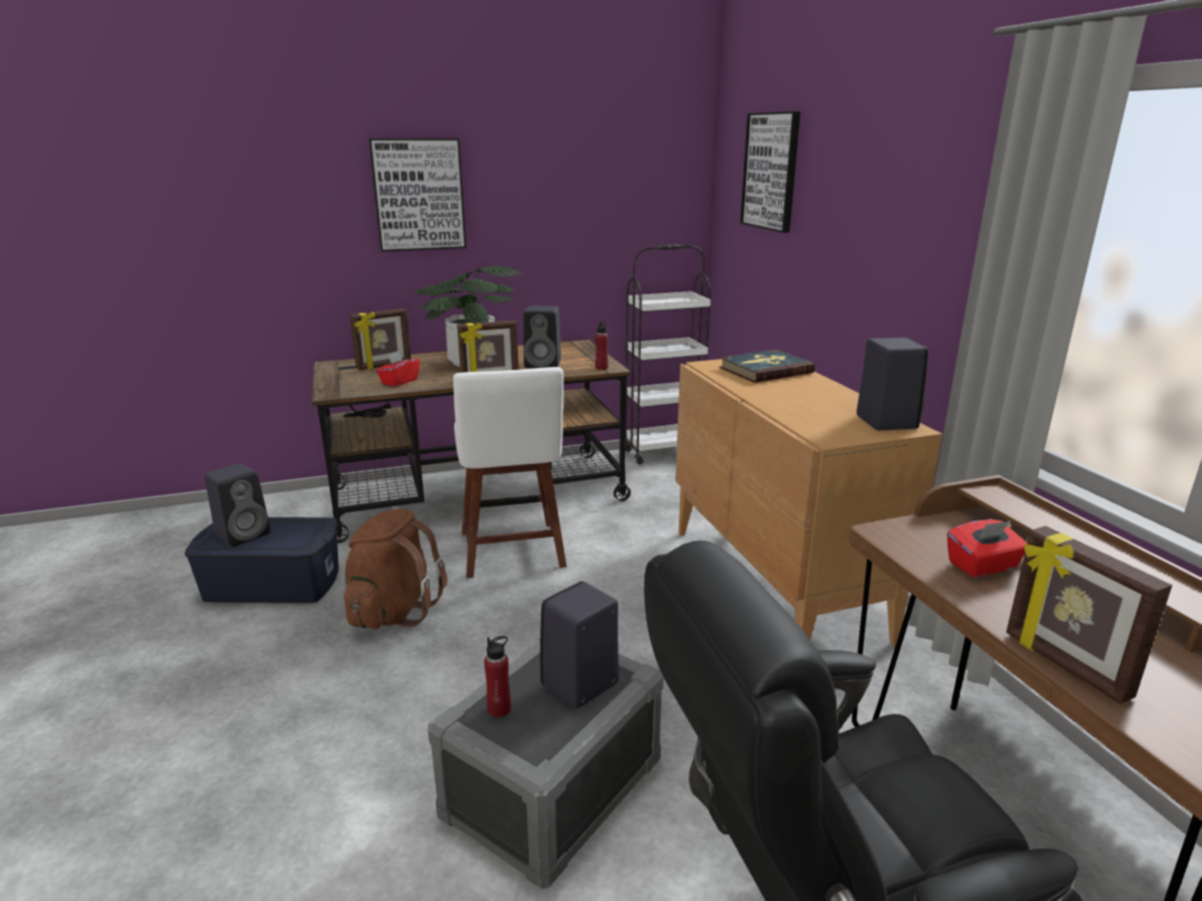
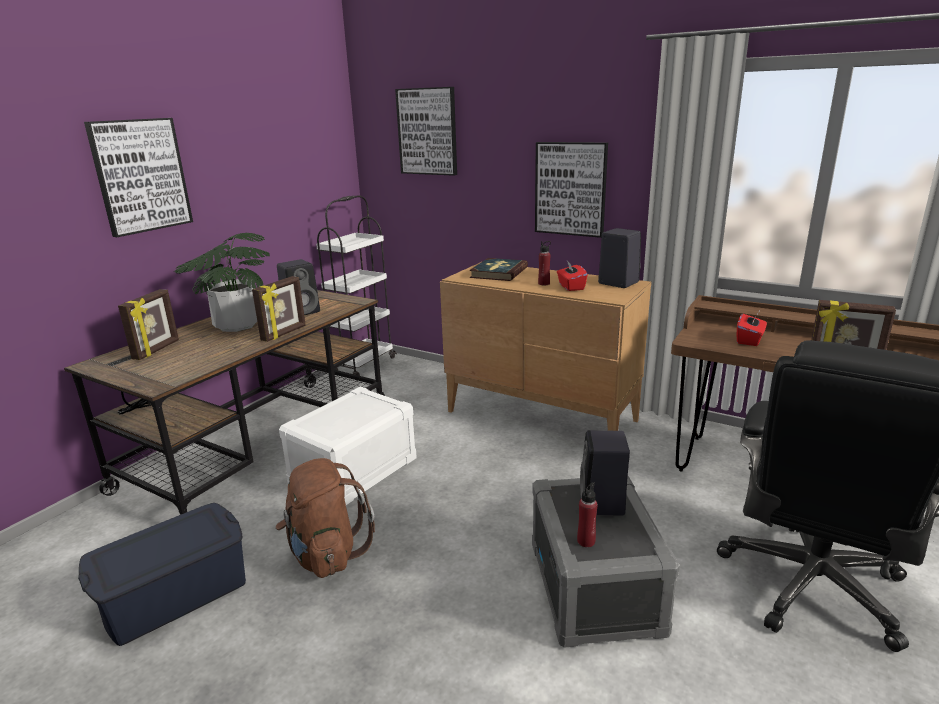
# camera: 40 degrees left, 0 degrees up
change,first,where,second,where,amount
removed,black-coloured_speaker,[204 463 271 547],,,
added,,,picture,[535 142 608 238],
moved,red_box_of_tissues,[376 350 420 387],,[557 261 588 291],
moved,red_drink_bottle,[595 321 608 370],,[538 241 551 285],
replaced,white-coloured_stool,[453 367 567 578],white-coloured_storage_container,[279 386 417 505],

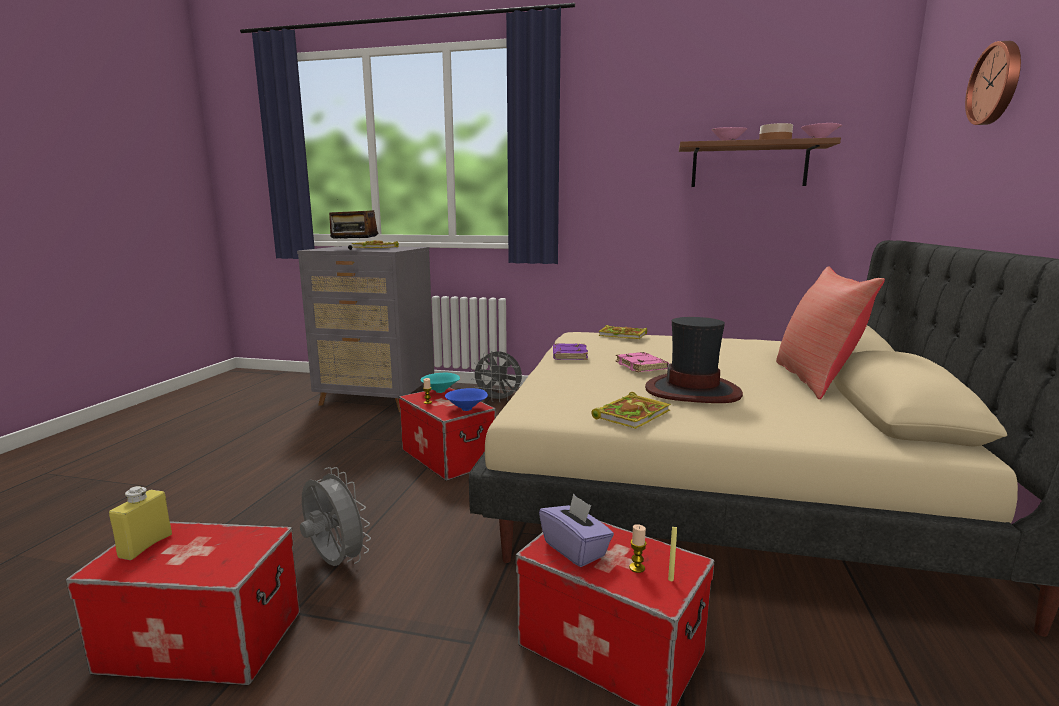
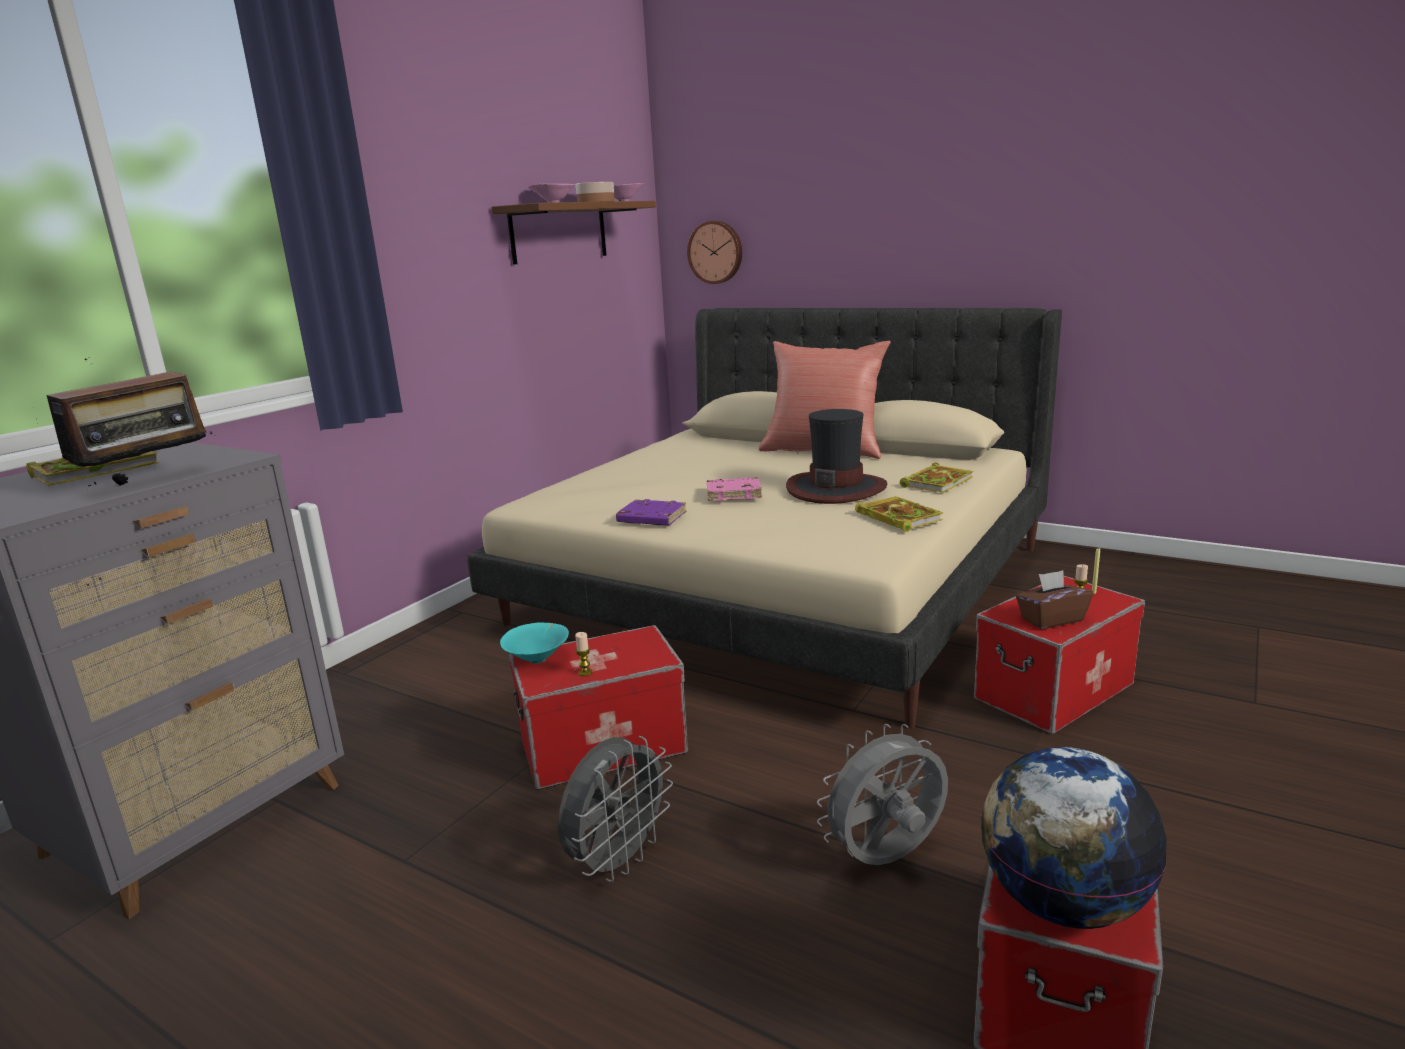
# camera: 70 degrees left, 5 degrees up
change,first,where,second,where,amount
removed,blue-coloured_bowl,[445 388 488 411],,,
moved,greyish_fan,[471 351 522 402],,[558 736 673 882],
moved,bound_book,[598 325 647 339],,[900 463 974 493],
moved,clock_on_the_wall,[965 41 1021 125],,[687 221 742 284],
replaced,yellow-coloured_drink_bottle,[109 486 172 560],desk_globe,[981 747 1167 929],
recoloured,purple_box_of_tissues,[539 494 614 567],brownish_box_of_tissues,[1016 570 1093 629],

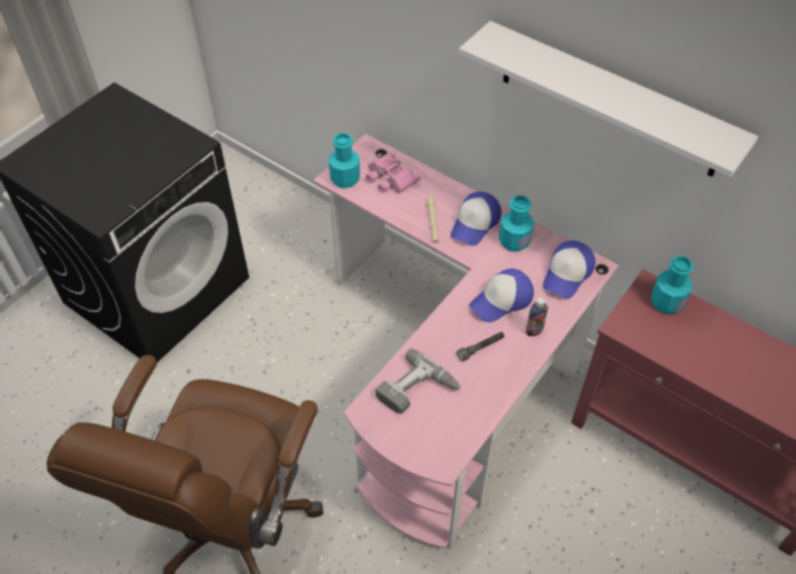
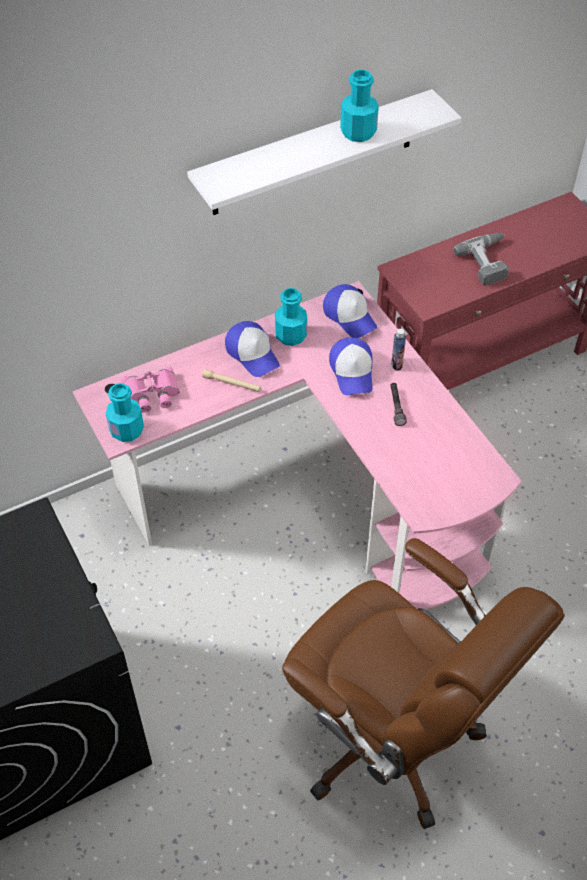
# camera: 65 degrees left, 0 degrees up
change,first,where,second,where,amount
moved,power_drill,[376 348 461 414],,[453 233 509 285],
moved,turquoise-coloured_drink_bottle,[651 256 694 313],,[340 69 379 142],

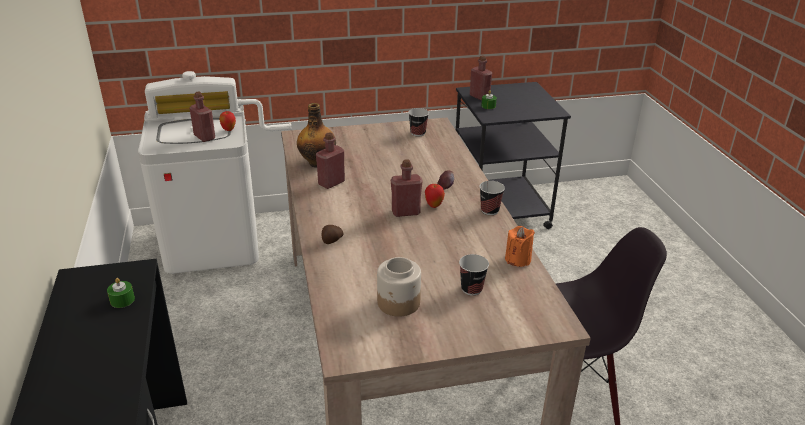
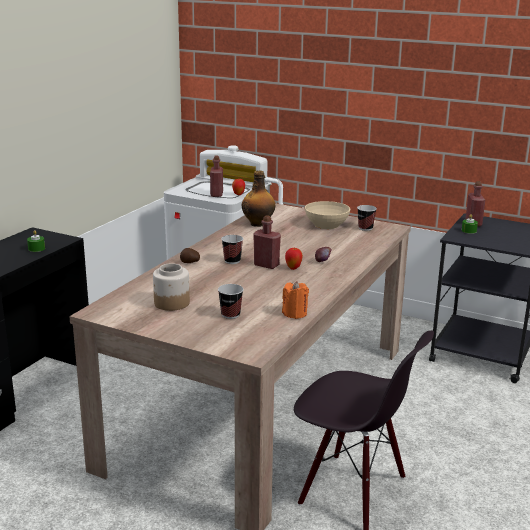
# camera: 40 degrees right, 10 degrees down
change,first,where,second,where,amount
removed,red_drink_bottle,[316 132 345 189],,,
added,,,beige-coloured_bowl,[305 201 350 229],
moved,drinking_cup,[479 181 505 215],,[221 235 243 264],

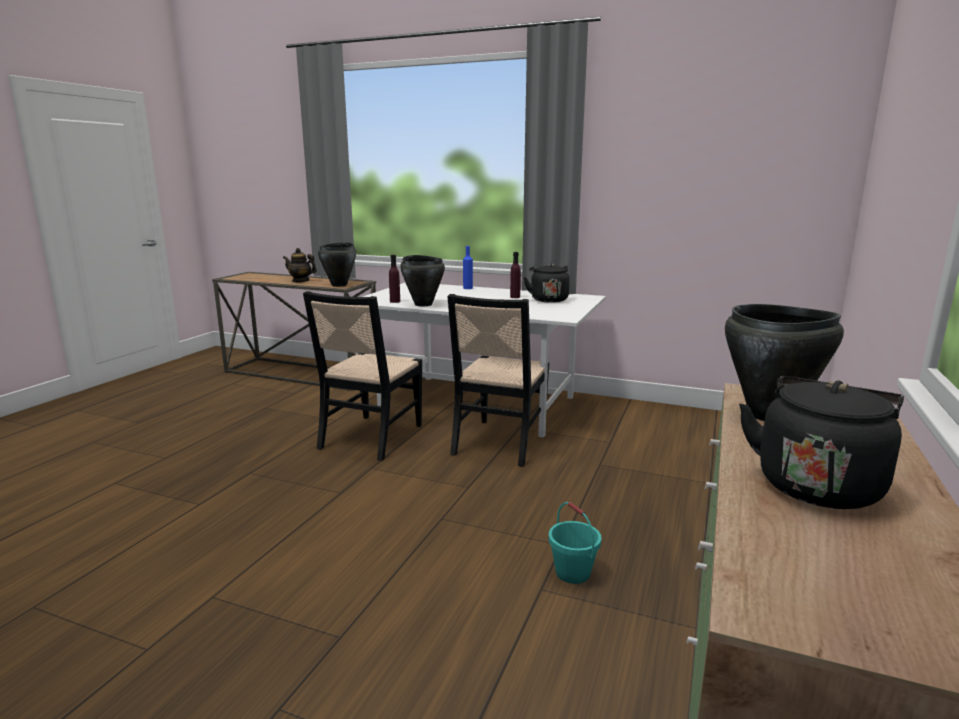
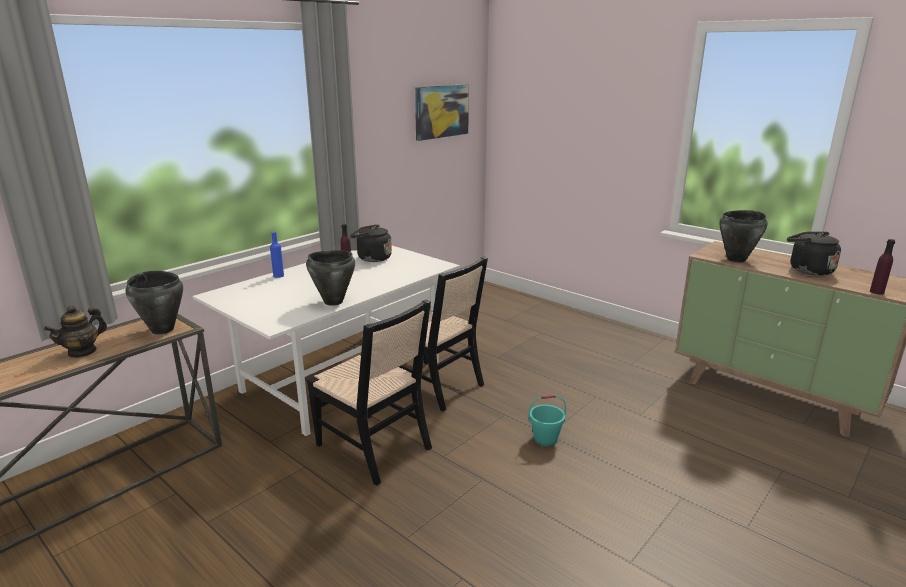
# camera: 70 degrees left, 5 degrees up
change,first,where,second,where,amount
added,,,picture,[415 84 469 141],
moved,purple_drink_bottle,[389 255 400 303],,[870 239 895 295],
moved,turquoise-coloured_bucket,[549 502 601 584],,[528 395 566 446],

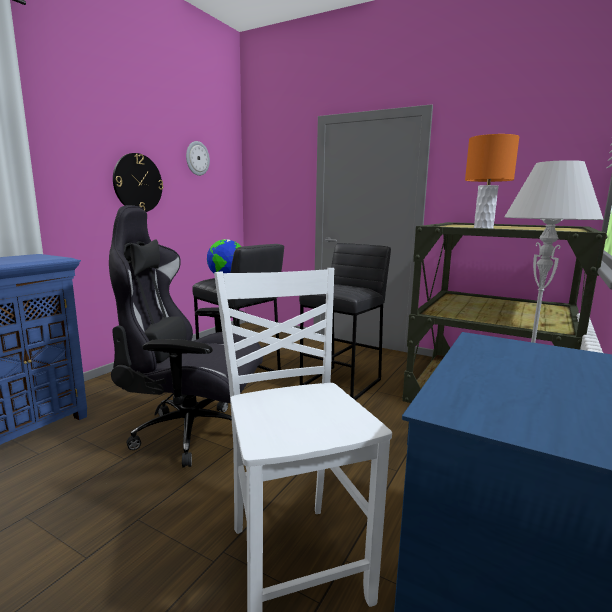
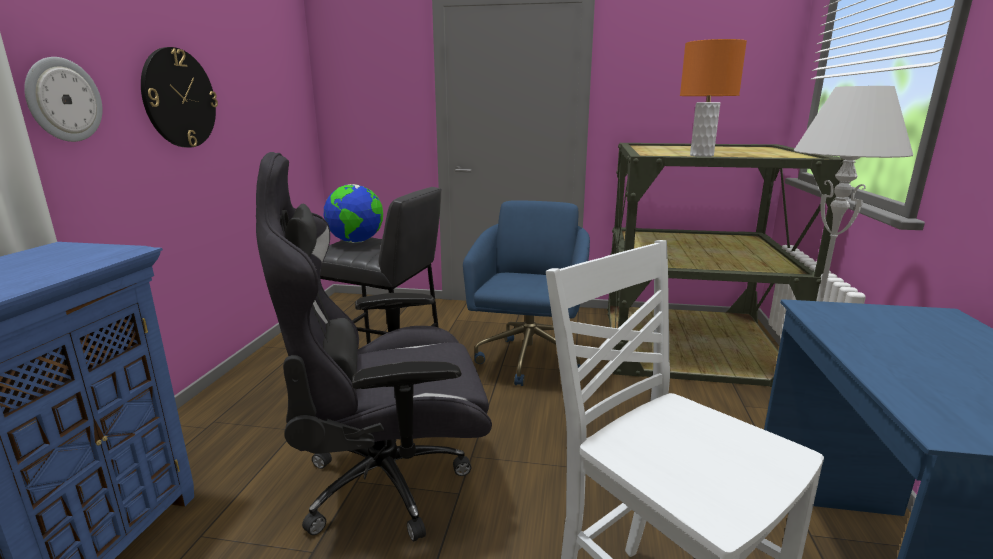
# camera: 20 degrees left, 5 degrees up
change,first,where,second,where,amount
moved,clock_on_the_wall,[186 141 210 176],,[24 57 102 142],
replaced,greyish_stool,[299 243 391 400],blue-coloured_computer_chair,[463 200 590 386],

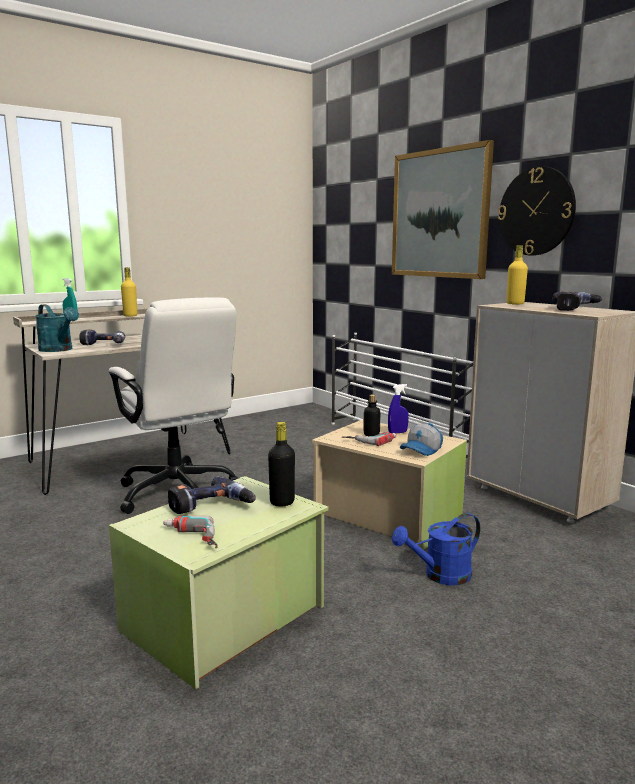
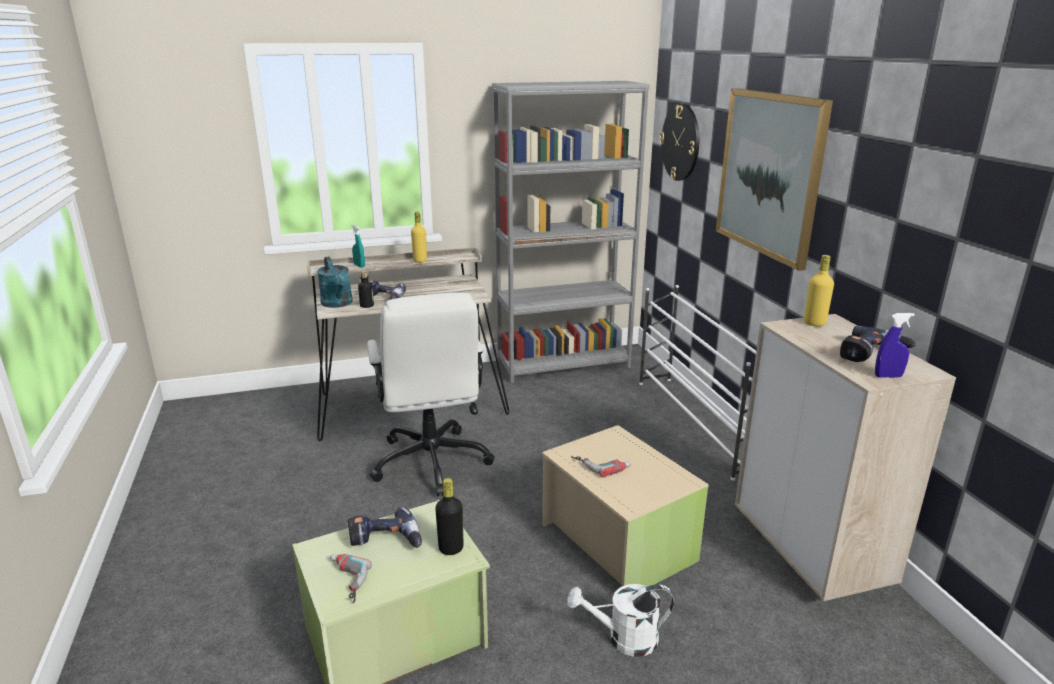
# camera: 20 degrees right, 10 degrees up
change,first,where,second,where,amount
removed,peaked_cap,[400 423 443 456],,,
added,,,greyish_bookshelf,[492 81 650 384],
moved,drink_bottle,[363 394 381 436],,[358 271 374 308],
moved,blue-coloured_spray_bottle,[388 384 409 433],,[875 313 915 378],
moved,clock_on_the_wall,[498 166 576 256],,[659 104 699 181],
recoloured,blue-coloured_watering_can,[392 513 480 585],white-coloured_watering_can,[567 584 674 657],

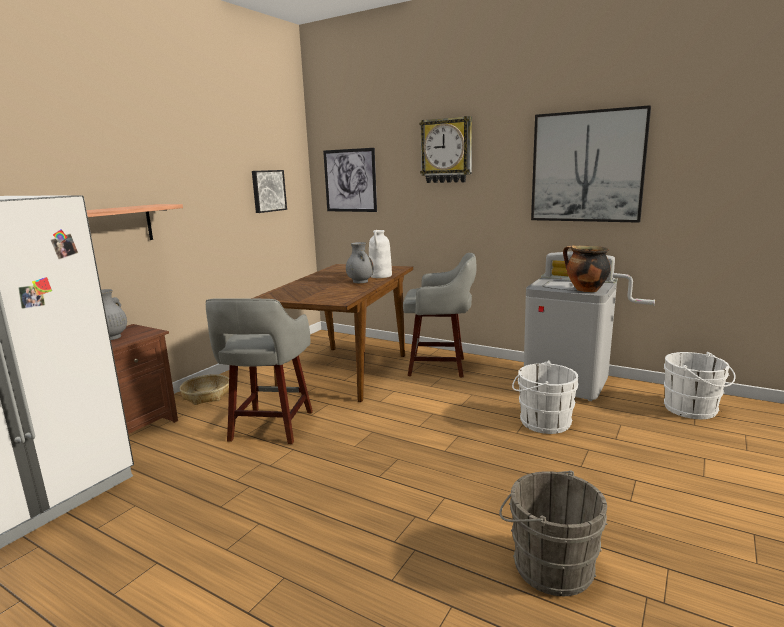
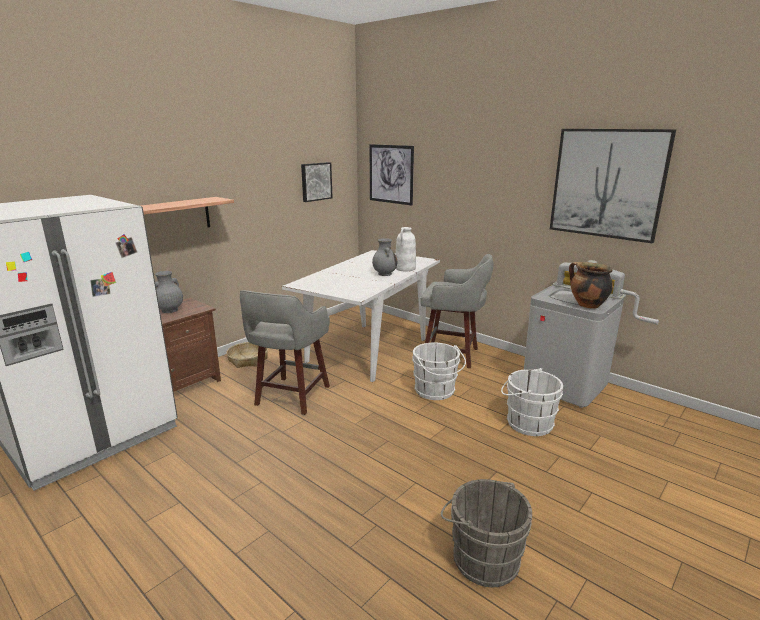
# camera: 10 degrees right, 5 degrees up
change,first,where,second,where,amount
removed,clock_on_the_wall,[419 116 472 183],,,
moved,white-coloured_bucket,[664 352 736 419],,[412 342 466 400],
recoloured,brownish_kitchen_table,[251 264 413 402],white-coloured_kitchen_table,[282 250 440 382],

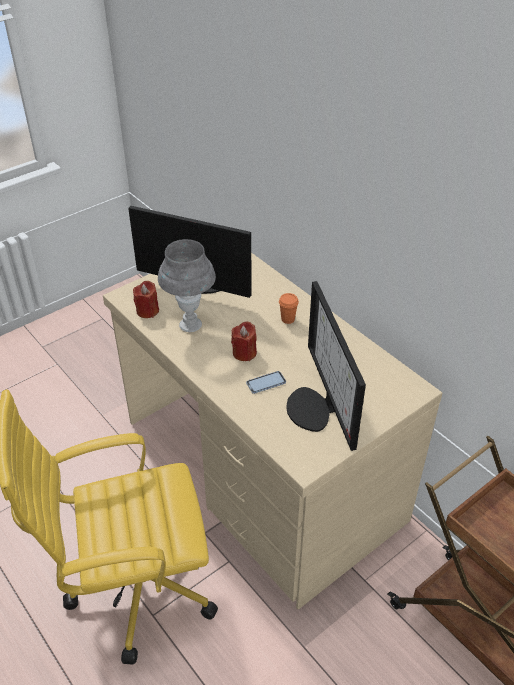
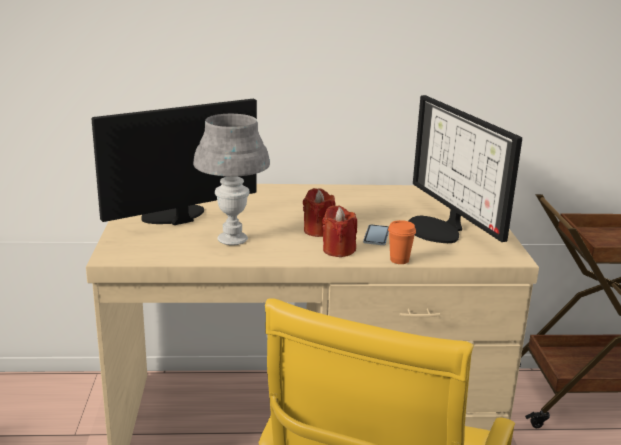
# camera: 55 degrees left, 20 degrees down
change,first,where,second,where,amount
moved,red_wax_candle,[133 281 159 318],,[322 205 357 257],
moved,orangey_drinking_cup,[279 293 299 324],,[388 220 416 264],
turned,monitor,[286 281 366 451],,[409 95 522 243],45 degrees clockwise

